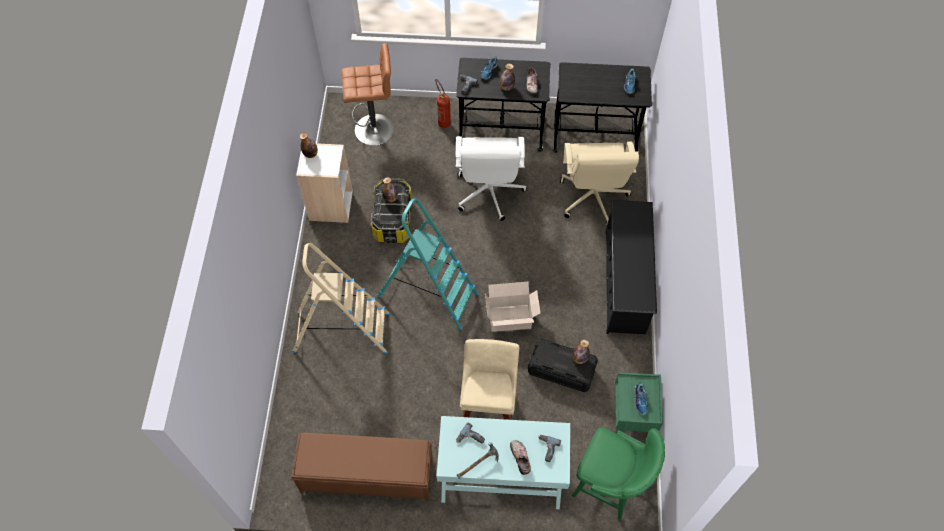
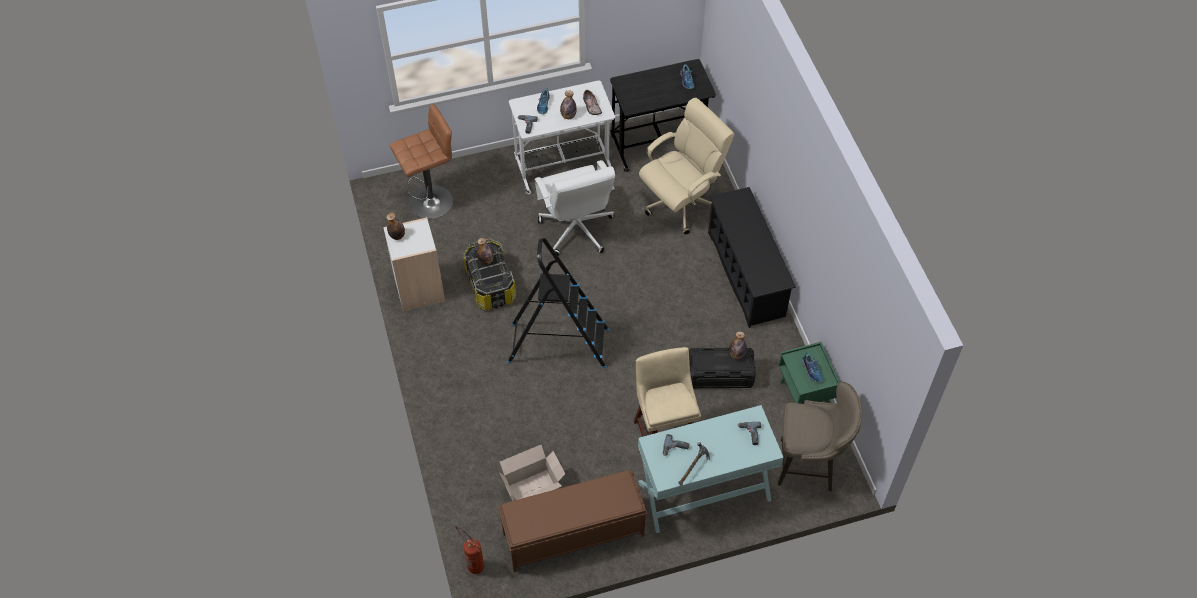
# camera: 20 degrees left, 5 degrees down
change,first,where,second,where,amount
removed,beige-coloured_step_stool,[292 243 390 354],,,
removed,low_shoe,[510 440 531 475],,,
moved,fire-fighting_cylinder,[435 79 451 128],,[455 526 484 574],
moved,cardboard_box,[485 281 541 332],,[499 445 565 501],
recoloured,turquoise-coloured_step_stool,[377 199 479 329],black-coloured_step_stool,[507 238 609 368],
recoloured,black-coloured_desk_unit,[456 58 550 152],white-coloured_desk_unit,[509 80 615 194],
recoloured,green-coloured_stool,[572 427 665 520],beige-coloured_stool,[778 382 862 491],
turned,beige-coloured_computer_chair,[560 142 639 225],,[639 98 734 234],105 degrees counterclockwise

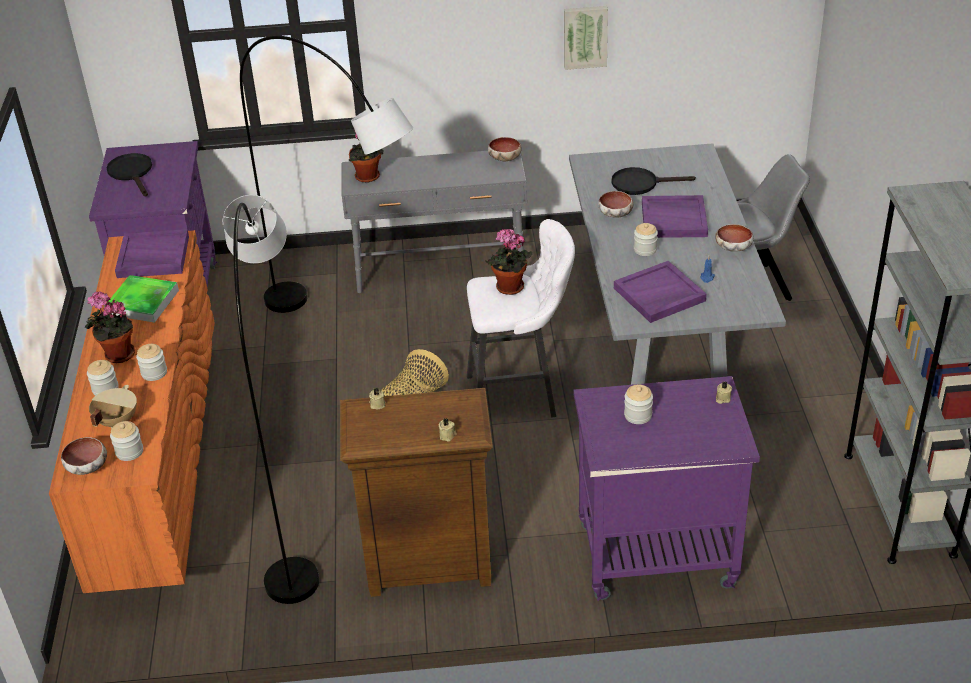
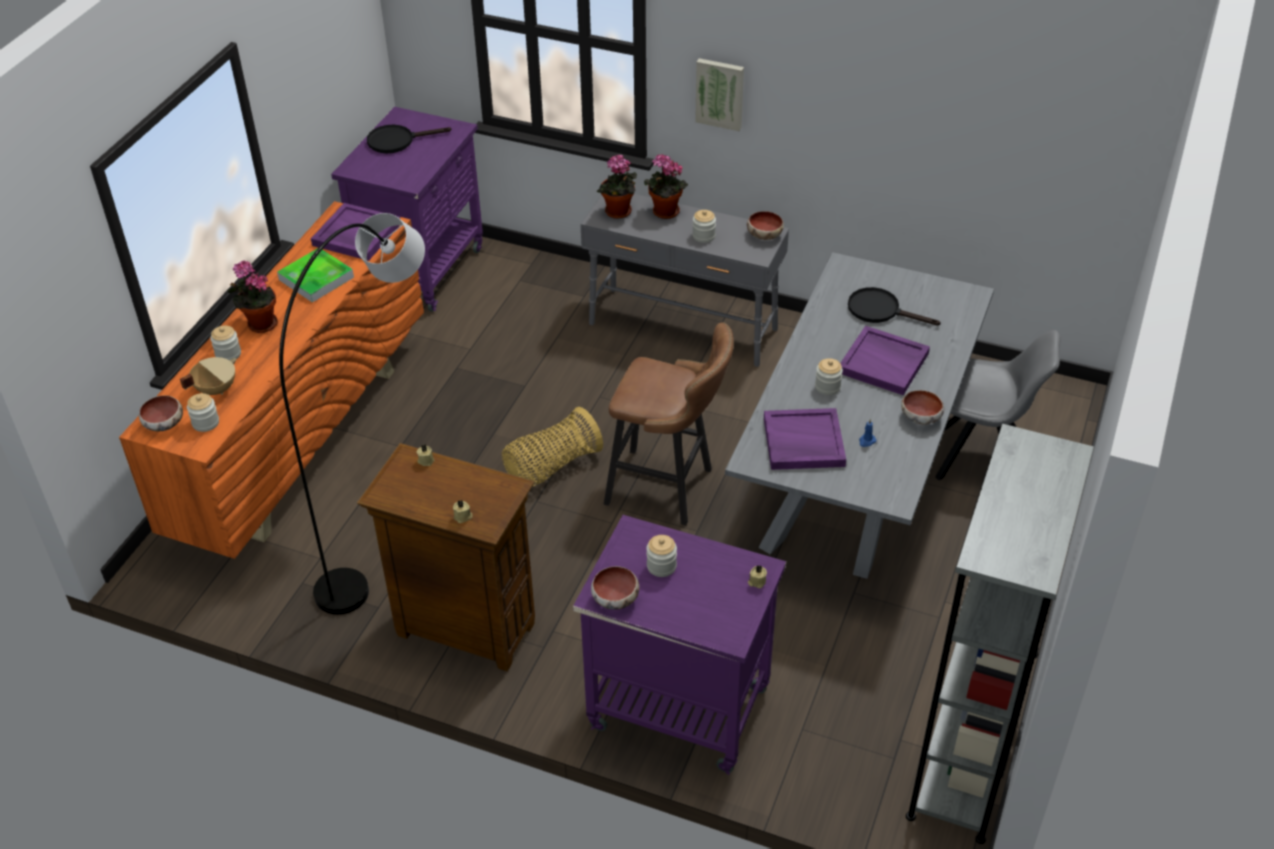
# camera: 25 degrees right, 5 degrees up
change,first,where,second,where,amount
removed,greyish_standard_lamp,[240 36 413 313],,,
moved,jar,[136 344 167 381],,[692 210 716 243],
moved,potted_plant,[485 229 532 295],,[644 154 688 219],
moved,picture,[564 6 608 70],,[695 58 744 131],
moved,bowl,[598 191 633 218],,[591 566 639 610],
recoloured,white-coloured_stool,[467 219 575 418],brownish_stool,[604 322 734 526],
turned,black-coloured_pan,[106 153 152 196],,[367 125 451 153],105 degrees counterclockwise

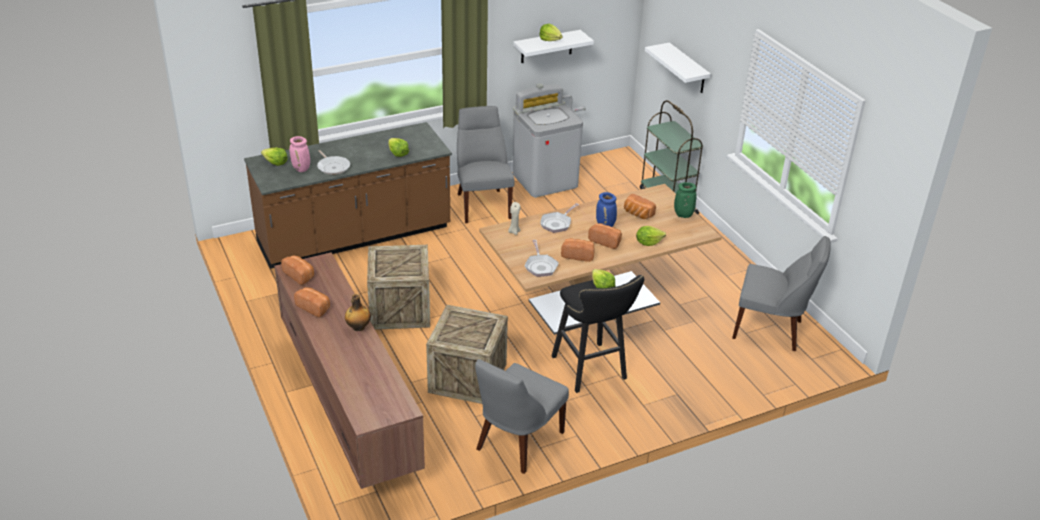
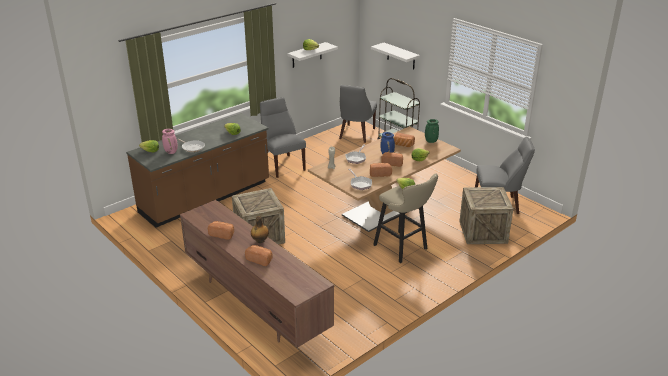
# camera: 15 degrees left, 5 degrees down
change,first,where,second,where,amount
removed,greyish_washing_machine,[513 83 586 198],,,
moved,bakery_bread,[281 255 314 285],,[245 245 273 266],
moved,shipping_crate,[426 305 508 404],,[459 187 513 244],
moved,greyish_chair,[475 359 569 474],,[339 85 377 143],
recoloured,black-coloured_stool,[552 275 644 393],beige-coloured_stool,[373 173 438 263],

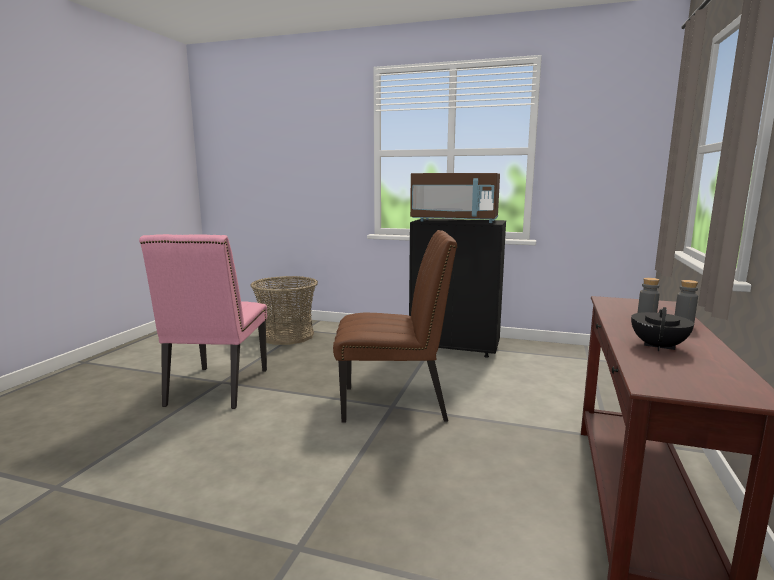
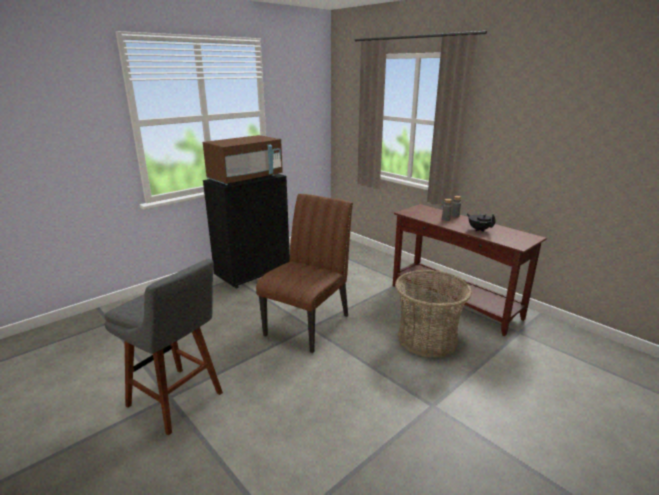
# camera: 60 degrees left, 10 degrees up
change,first,where,second,where,amount
moved,storage_basket,[250 276 318 345],,[395 270 472 357],
replaced,pink-coloured_chair,[139 234 267 409],greyish_stool,[104 259 223 436],

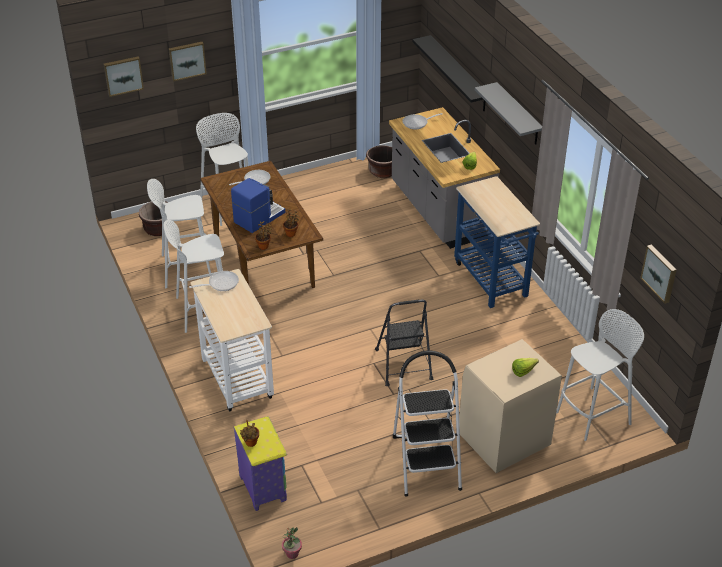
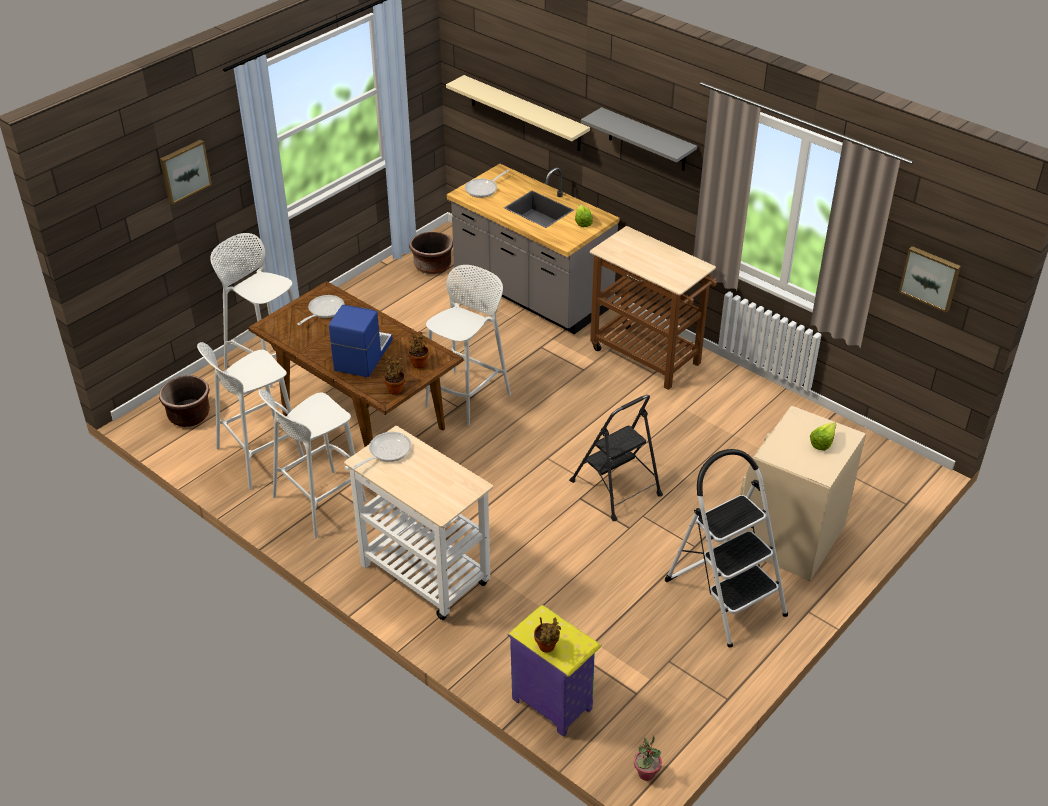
# camera: 25 degrees left, 0 degrees up
change,first,where,second,where,amount
removed,picture,[104 56 144 97],,,
moved,white-coloured_stool,[556 309 644 441],,[425 265 511 426],
recoloured,black-coloured_wall_shelf,[412 35 485 112],beige-coloured_wall_shelf,[446 75 590 151],
recoloured,blue-coloured_wheeled_cart,[454 176 540 308],brownish_wheeled_cart,[590 226 717 390],

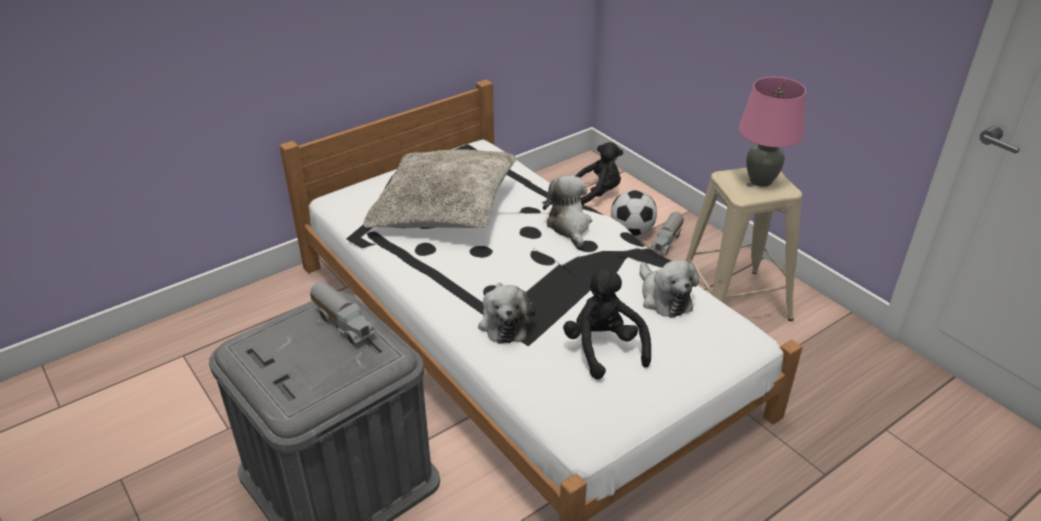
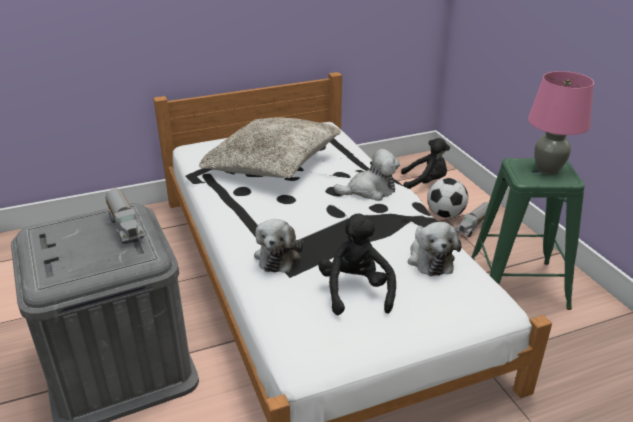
# camera: 15 degrees right, 5 degrees down
change,first,where,second,where,amount
recoloured,beige-coloured_stool,[686 168 802 321],green-coloured_stool,[471 158 585 310],
turned,plush_toy,[543 175 591 248],,[334 149 400 201],75 degrees clockwise

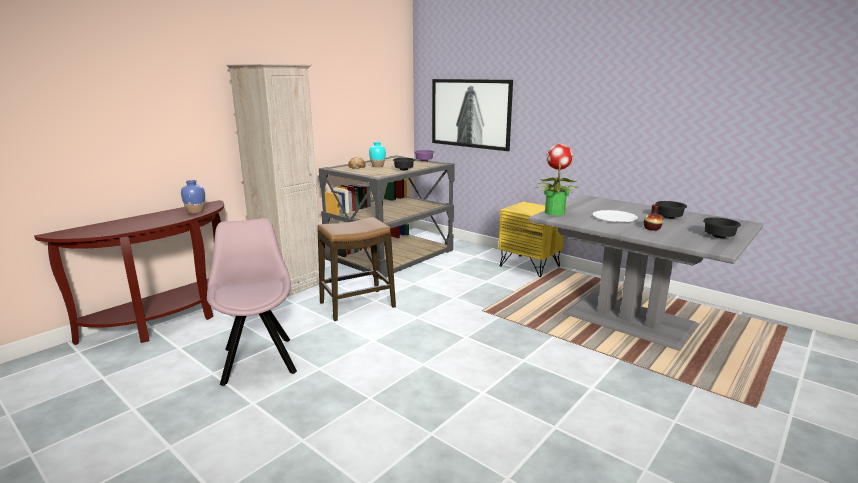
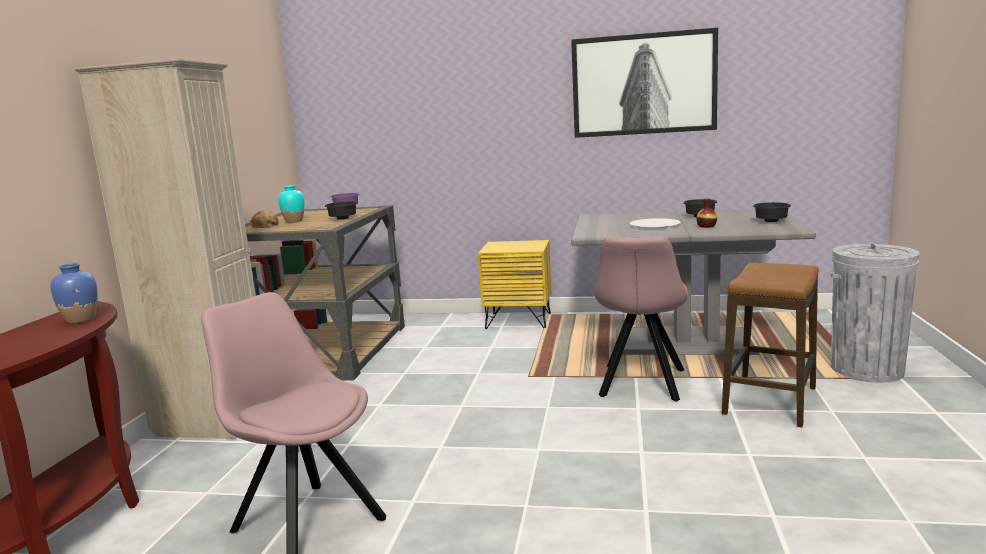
# camera: 30 degrees left, 5 degrees down
change,first,where,second,where,amount
removed,potted_plant,[538 144 580 216],,,
added,,,pink-coloured_chair,[594 236 688 401],
added,,,greyish_trash_can,[831 244 920 383],
moved,stool,[317 217 396 321],,[722 263 819 428],
moved,picture,[432 79 513 151],,[571 28 718 138],

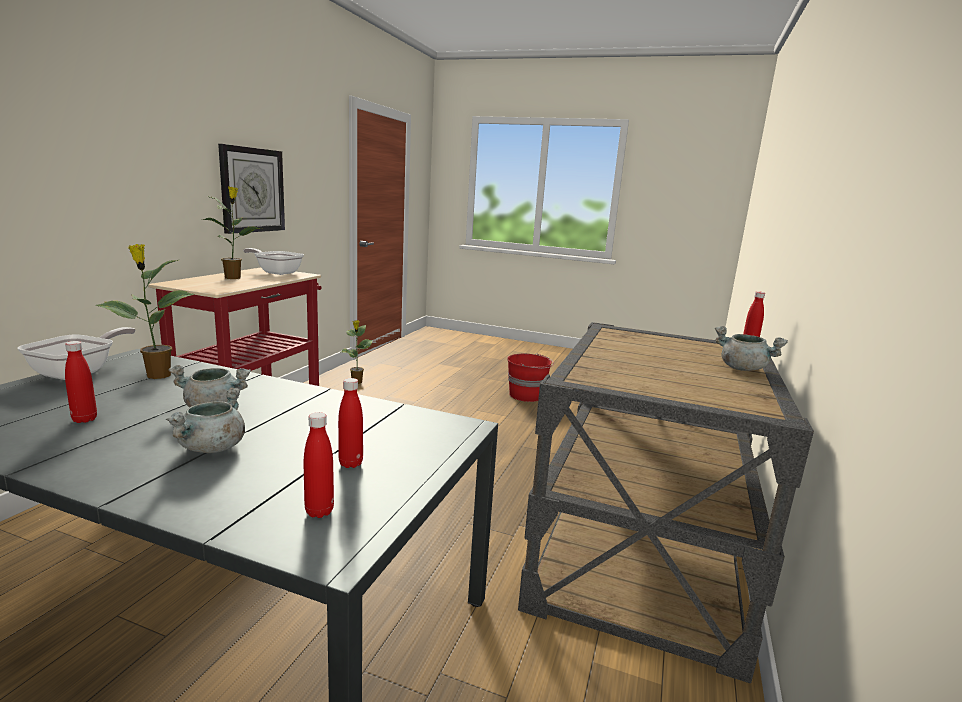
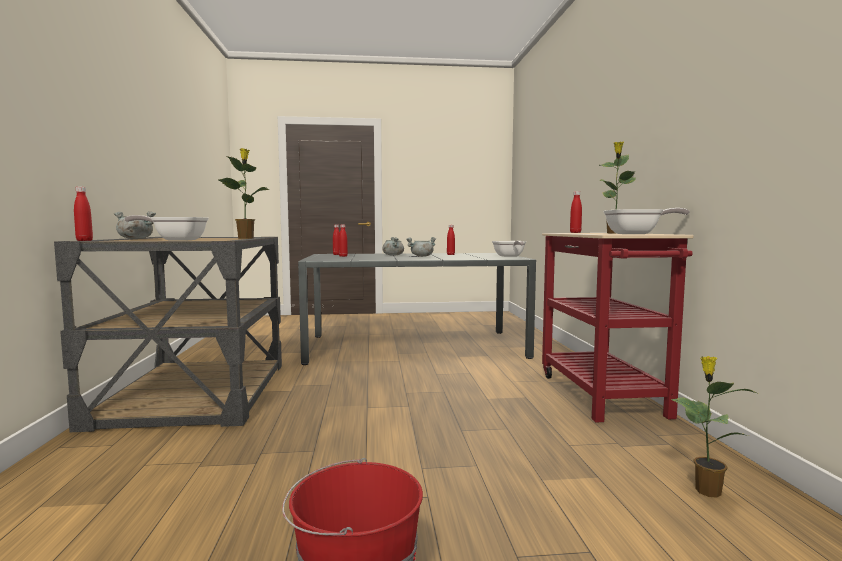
# camera: 155 degrees right, 10 degrees down
change,first,where,second,where,amount
removed,clock_on_the_wall,[218 144 285 234],,,
added,,,pan,[124 215 209 240],
added,,,red_drink_bottle,[570 191 582 233],
moved,potted_plant,[96 244 195 379],,[218 148 270 239],

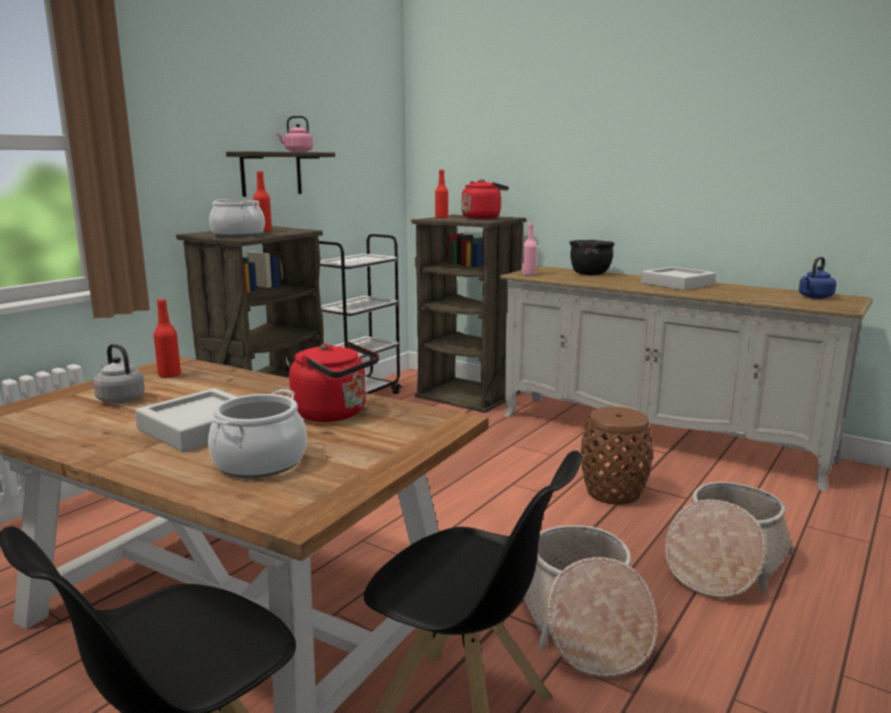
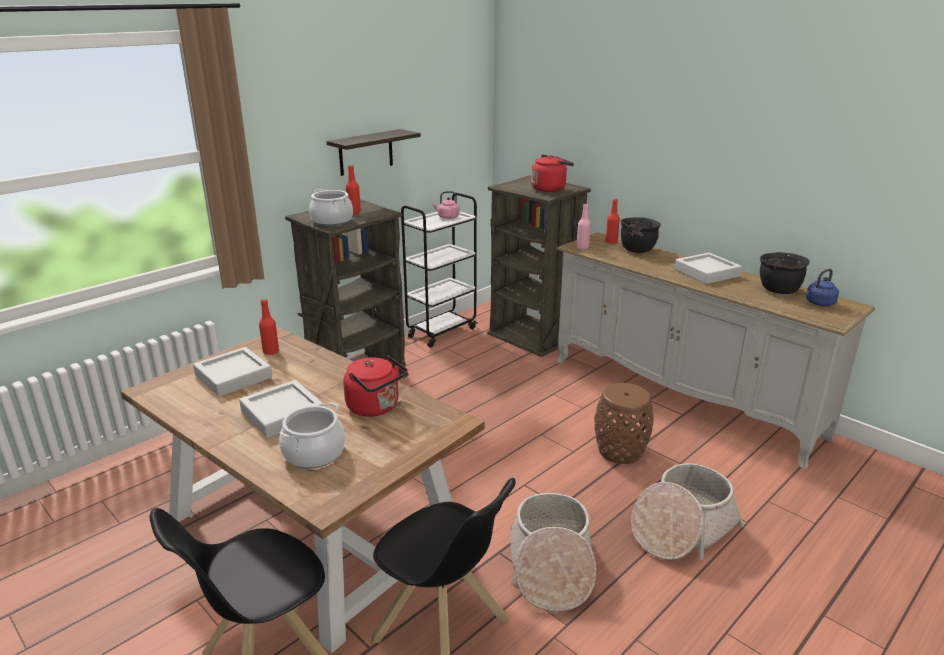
# camera: 10 degrees right, 10 degrees up
change,first,where,second,where,amount
added,,,black-coloured_saucepot,[760 252 810 294],
moved,pink-coloured_kettle,[276 116 313 152],,[432 191 459 219],
moved,red_drink_bottle,[435 170 448 218],,[605 199 620 243],
replaced,greyish_kettle,[93 344 145 403],greyish_tray,[193 347 272 397],

